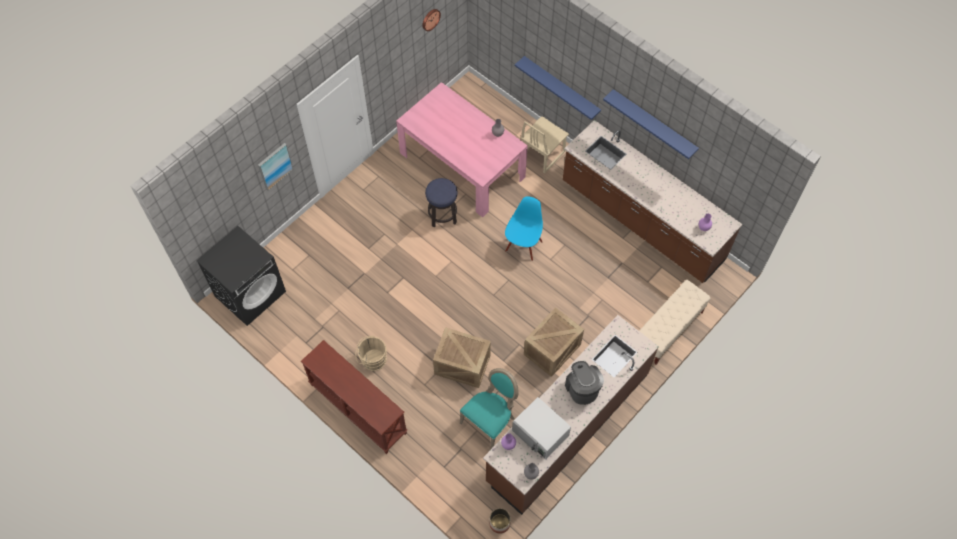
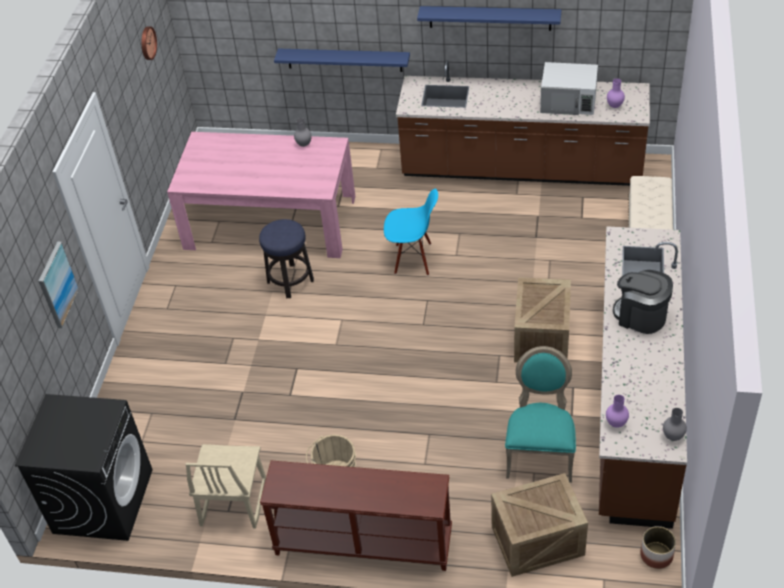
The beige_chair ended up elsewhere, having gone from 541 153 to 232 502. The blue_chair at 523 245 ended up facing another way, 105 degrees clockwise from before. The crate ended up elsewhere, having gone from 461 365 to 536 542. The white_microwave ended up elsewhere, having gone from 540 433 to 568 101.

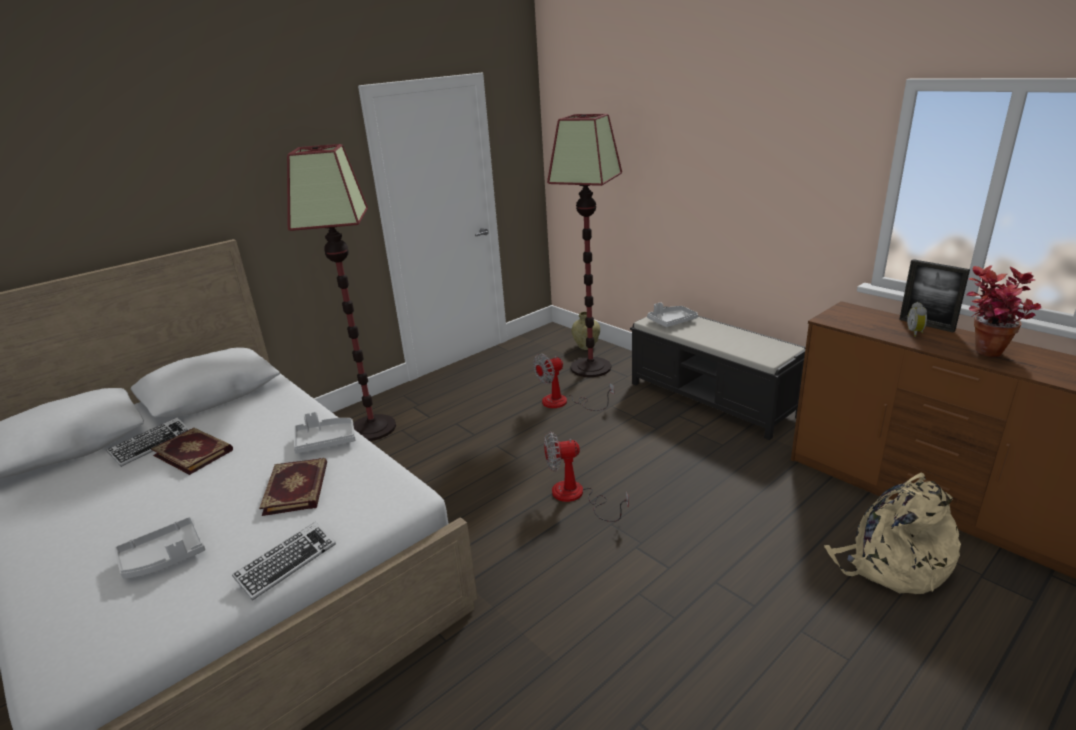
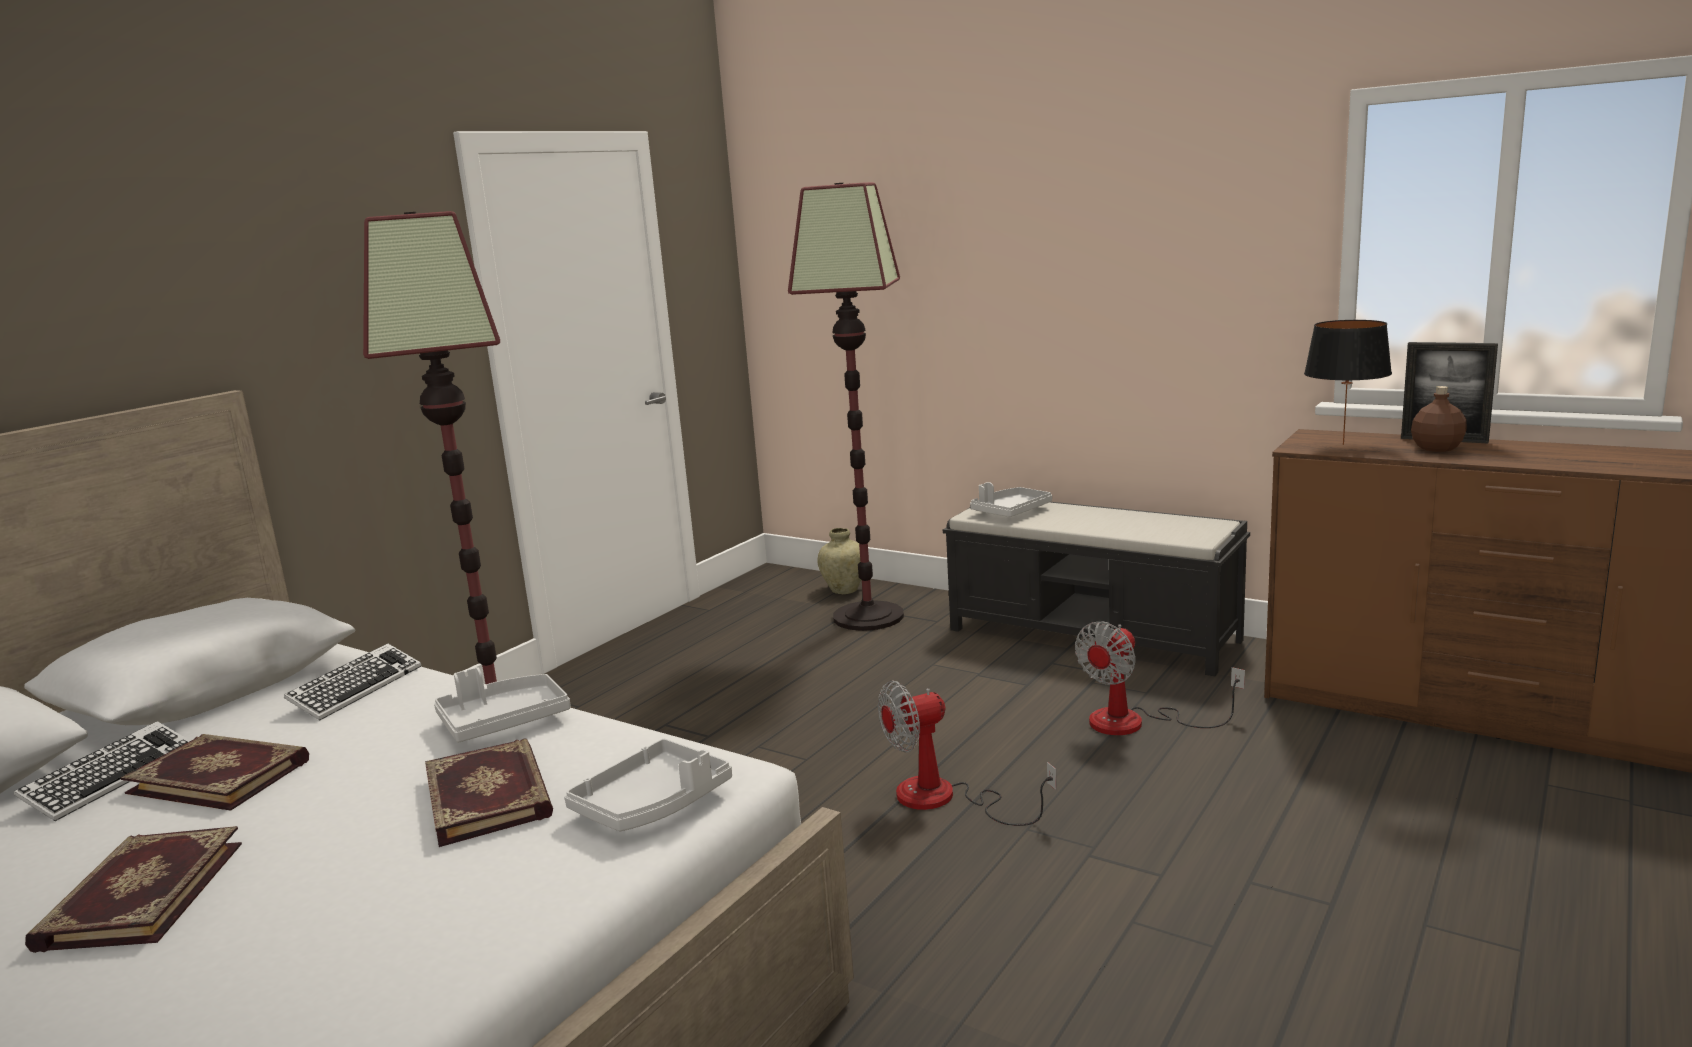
The second view gained the book at 139 895. The keyboard ended up elsewhere, having gone from 287 564 to 356 689. The grey_tray ended up elsewhere, having gone from 164 557 to 653 804. The fan ended up elsewhere, having gone from 564 403 to 1136 722. The second view gained the black_table_lamp at 1343 445. Where the alarm_clock stood at 915 333, the brown_bottle came to stand at 1437 448. The second view lost the beige_backpack at 891 564. The second view lost the potted_plant at 985 355.

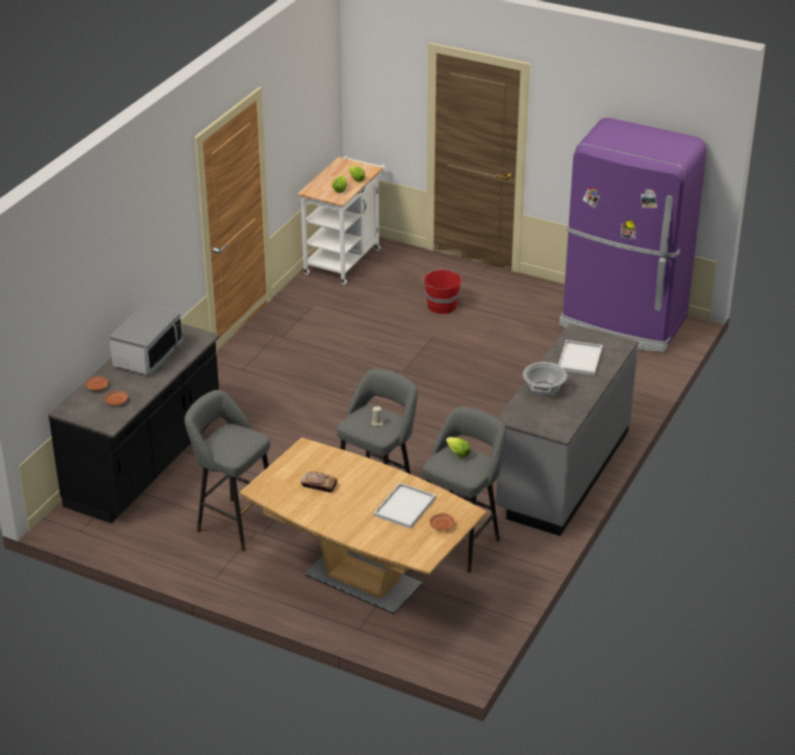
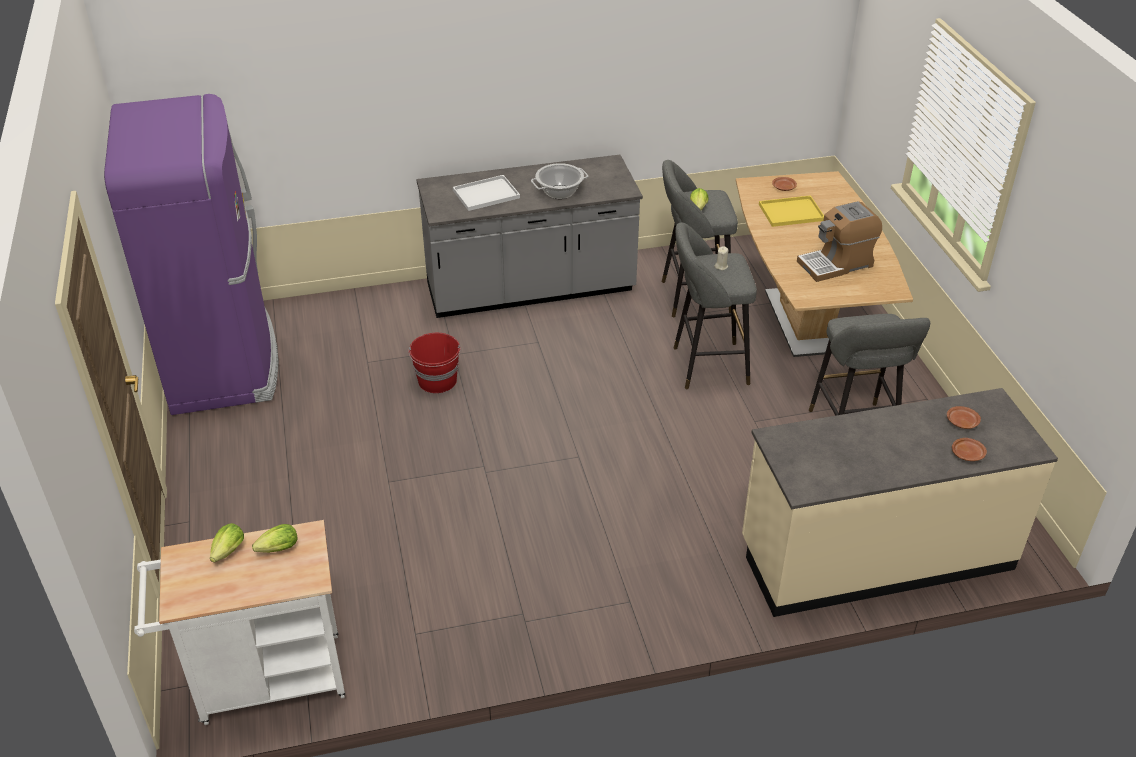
The red_bucket ended up elsewhere, having gone from 441 306 to 437 381. What was the black_counter at 146 464 turned into the beige_counter at 875 555. What was the white_tray at 405 507 turned into the yellow_tray at 792 212. Where the bread stood at 319 485, the coffee_machine came to stand at 836 264. The second view lost the microwave at 147 355.

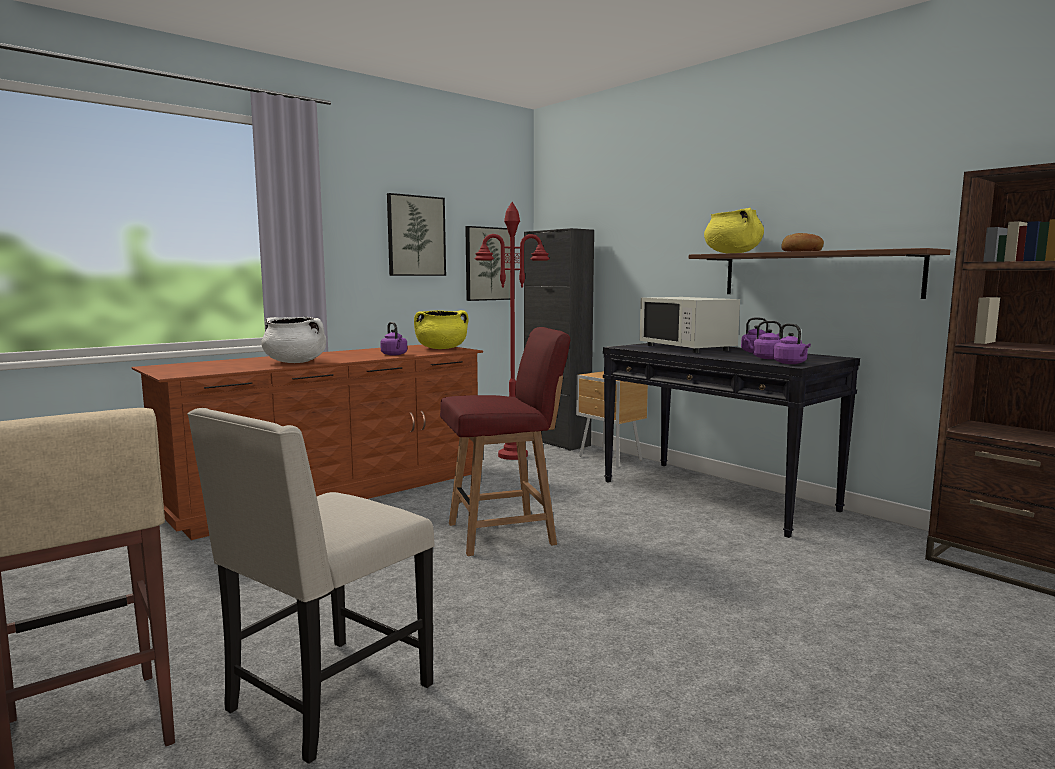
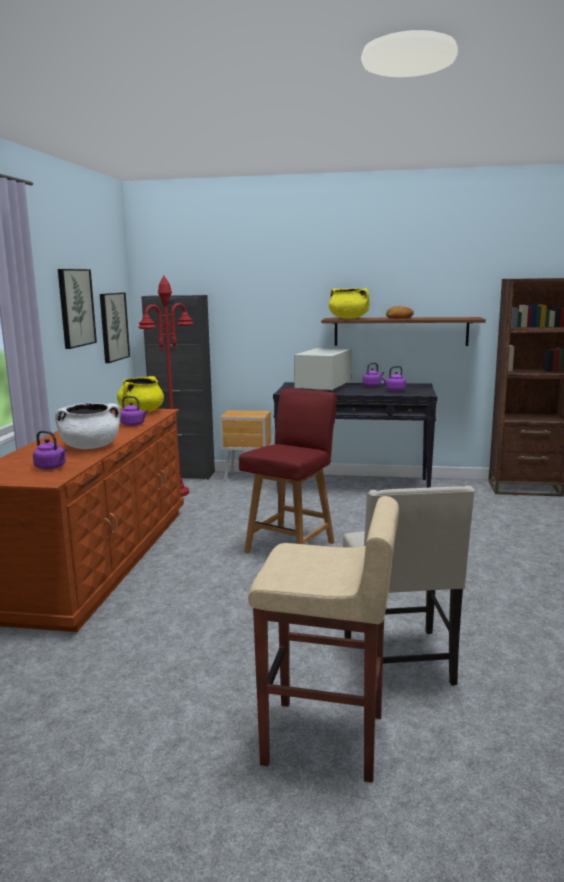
The purple_kettle ended up elsewhere, having gone from 791 363 to 51 467. The white_microwave at 687 348 ended up facing another way, 90 degrees clockwise from before.

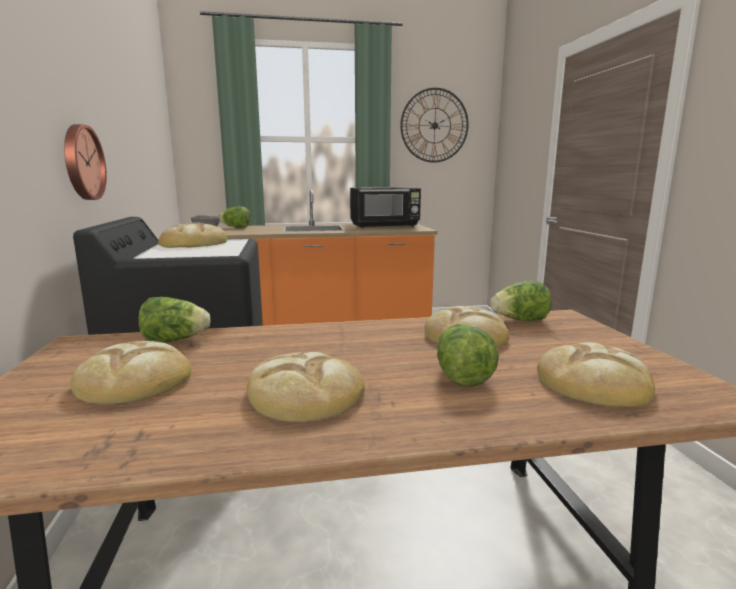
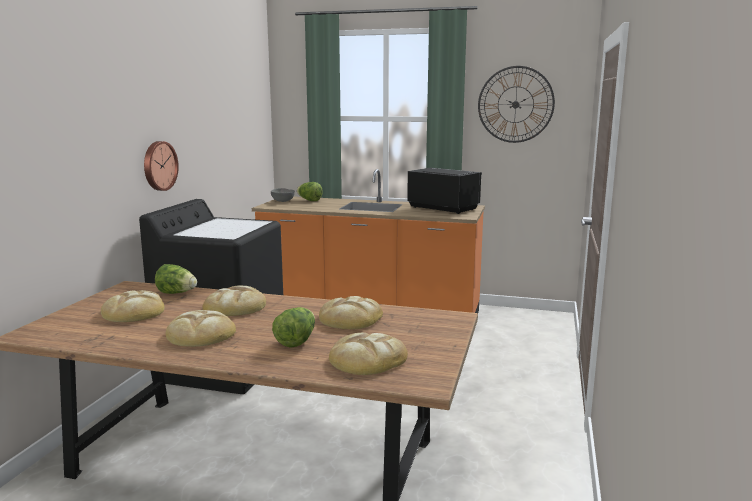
The bread ended up elsewhere, having gone from 194 243 to 235 307. The black_microwave at 385 226 ended up facing another way, 150 degrees counterclockwise from before. The second view lost the lettuce at 520 320.

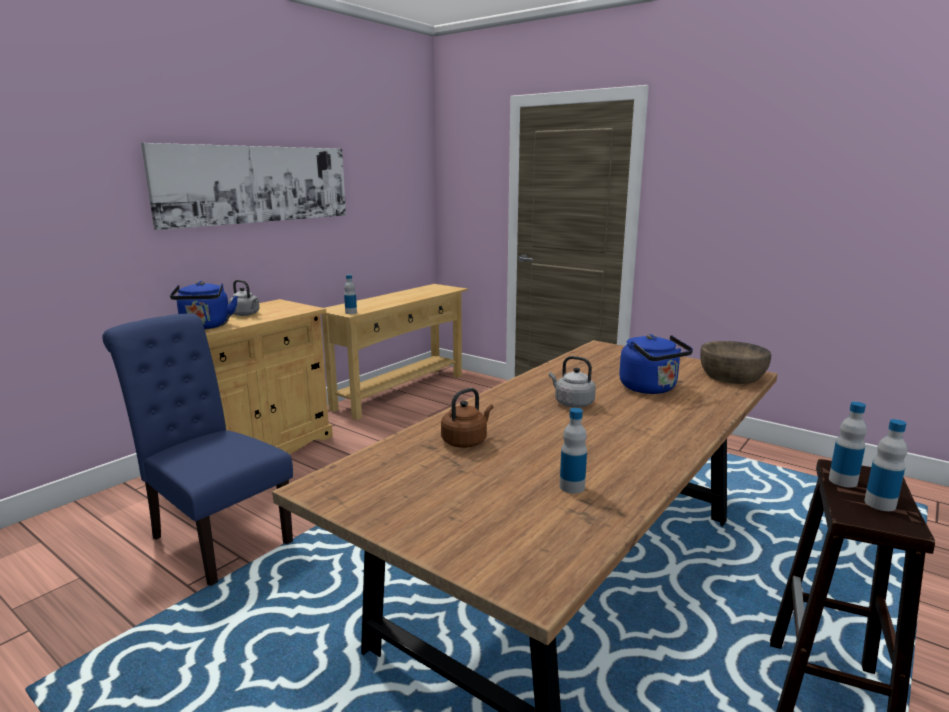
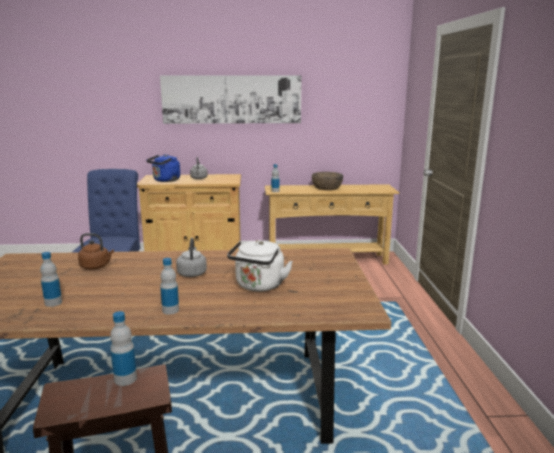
The bottle ended up elsewhere, having gone from 880 504 to 170 310. What was the blue_kettle at 651 389 turned into the white_kettle at 259 286. The brown_bowl ended up elsewhere, having gone from 732 376 to 327 187.

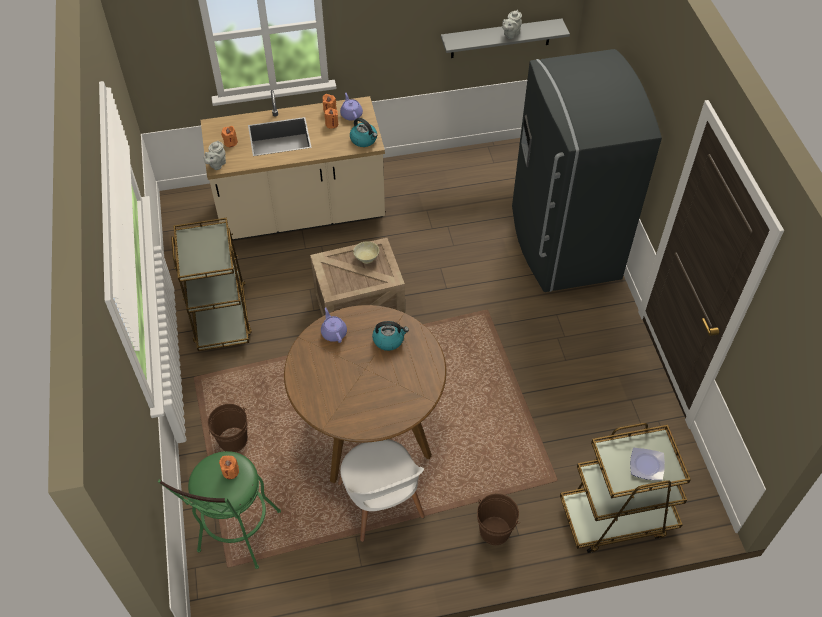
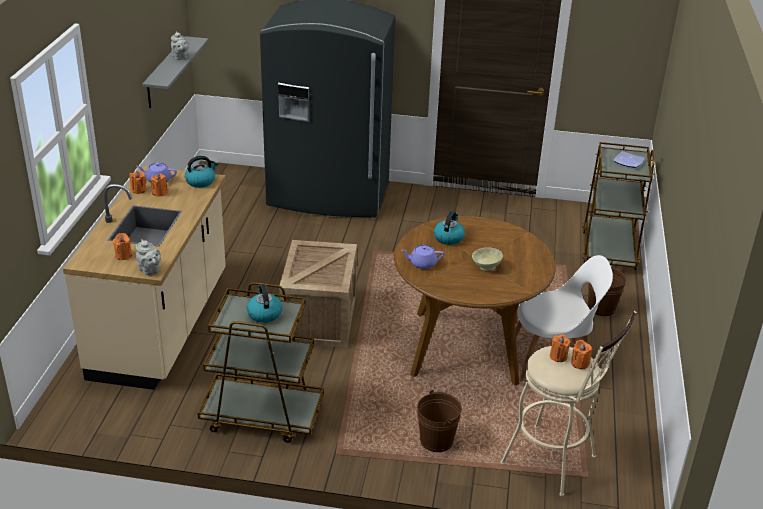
The second view gained the kettle at 264 314. The beige_bowl ended up elsewhere, having gone from 367 258 to 486 267. What was the green_stool at 236 537 turned into the beige_stool at 555 463. The second view gained the orange_candle at 579 363.

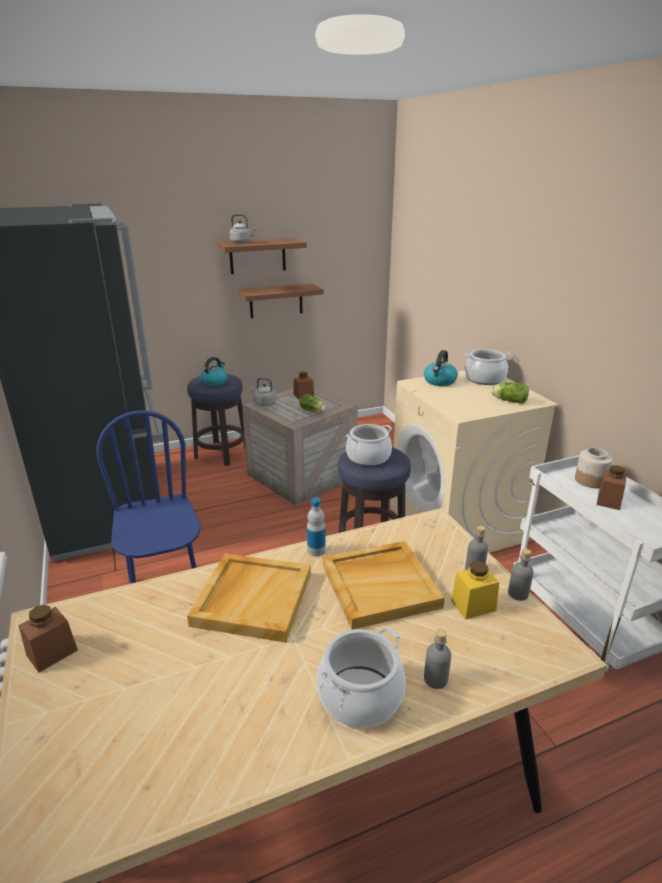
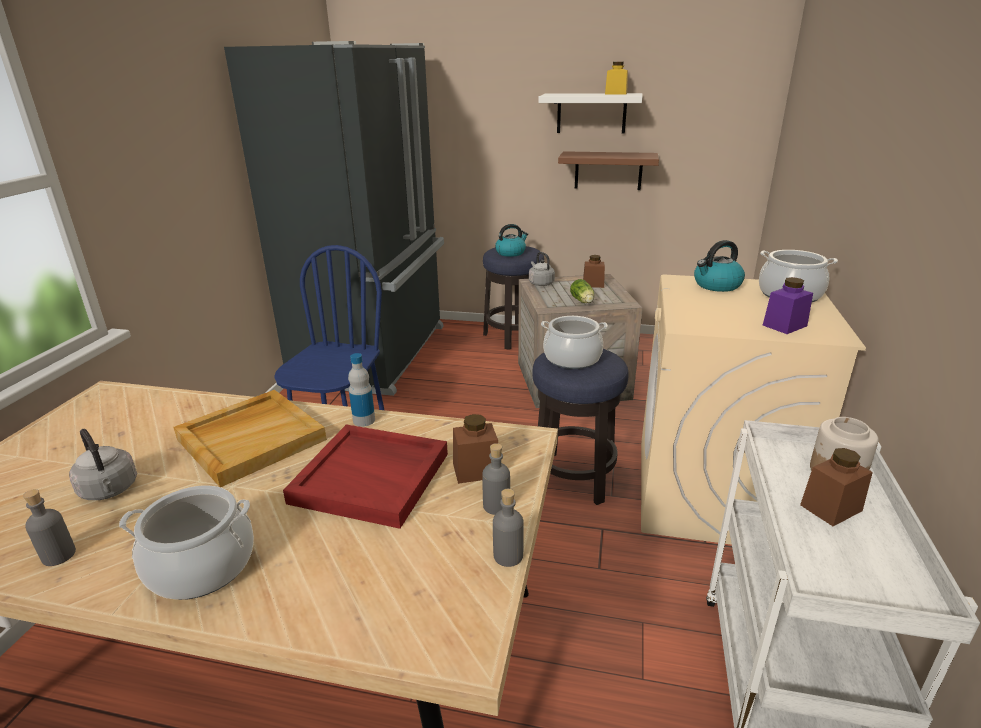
The grey_bottle ended up elsewhere, having gone from 435 679 to 58 555. The grey_kettle ended up elsewhere, having gone from 242 242 to 110 490. What was the beige_tray at 380 585 turned into the red_tray at 372 477. The brown_jar ended up elsewhere, having gone from 52 652 to 476 470. What was the brown_shelf at 257 256 turned into the white_shelf at 591 113. The yellow_jar ended up elsewhere, having gone from 473 605 to 616 94. Where the lettuce stood at 508 401, the purple_jar came to stand at 784 325.

